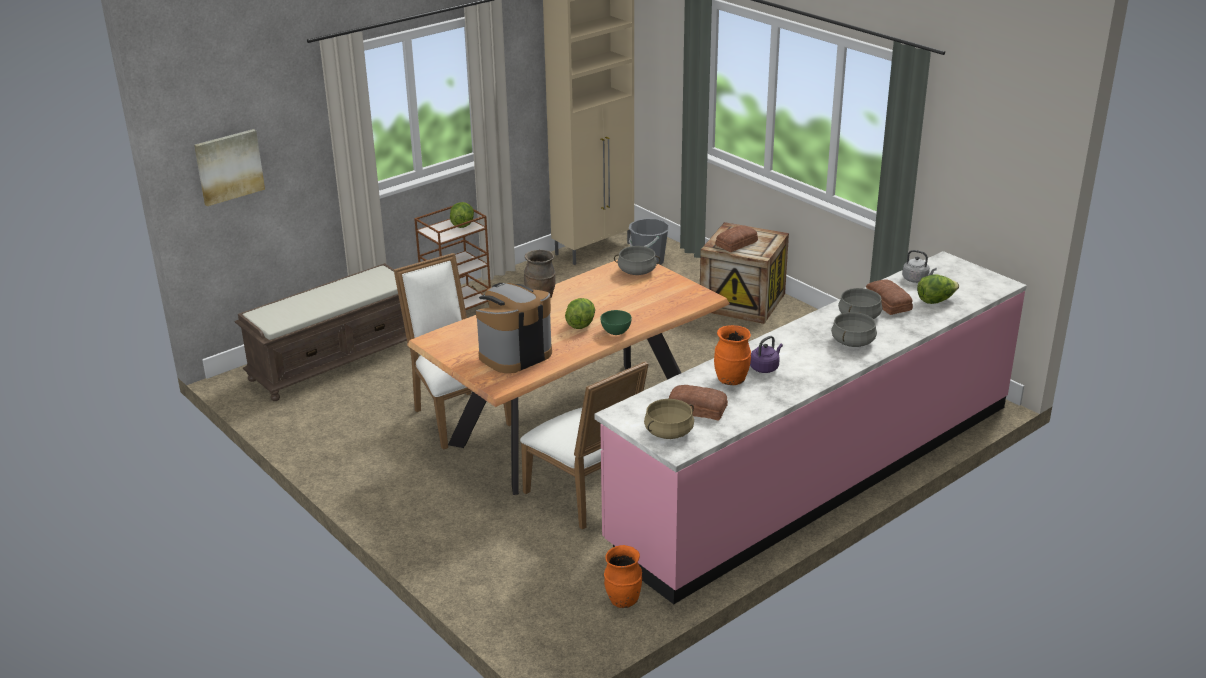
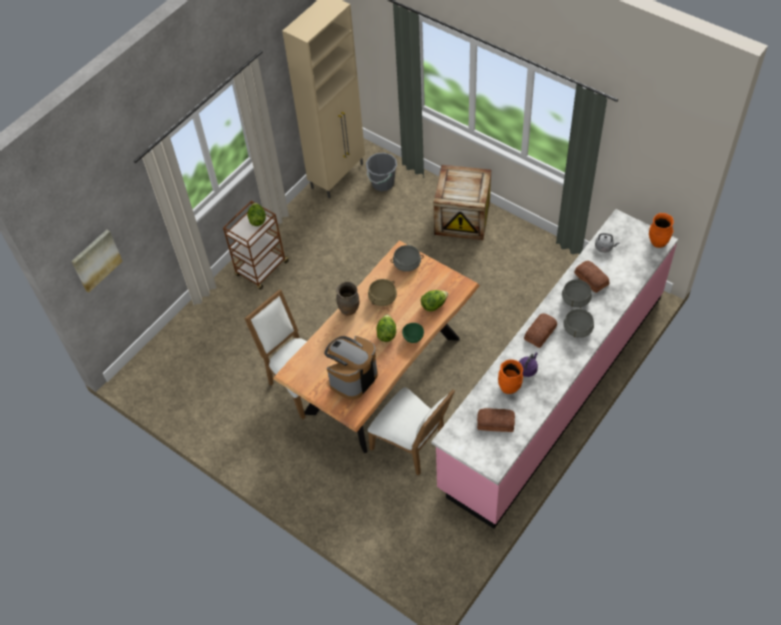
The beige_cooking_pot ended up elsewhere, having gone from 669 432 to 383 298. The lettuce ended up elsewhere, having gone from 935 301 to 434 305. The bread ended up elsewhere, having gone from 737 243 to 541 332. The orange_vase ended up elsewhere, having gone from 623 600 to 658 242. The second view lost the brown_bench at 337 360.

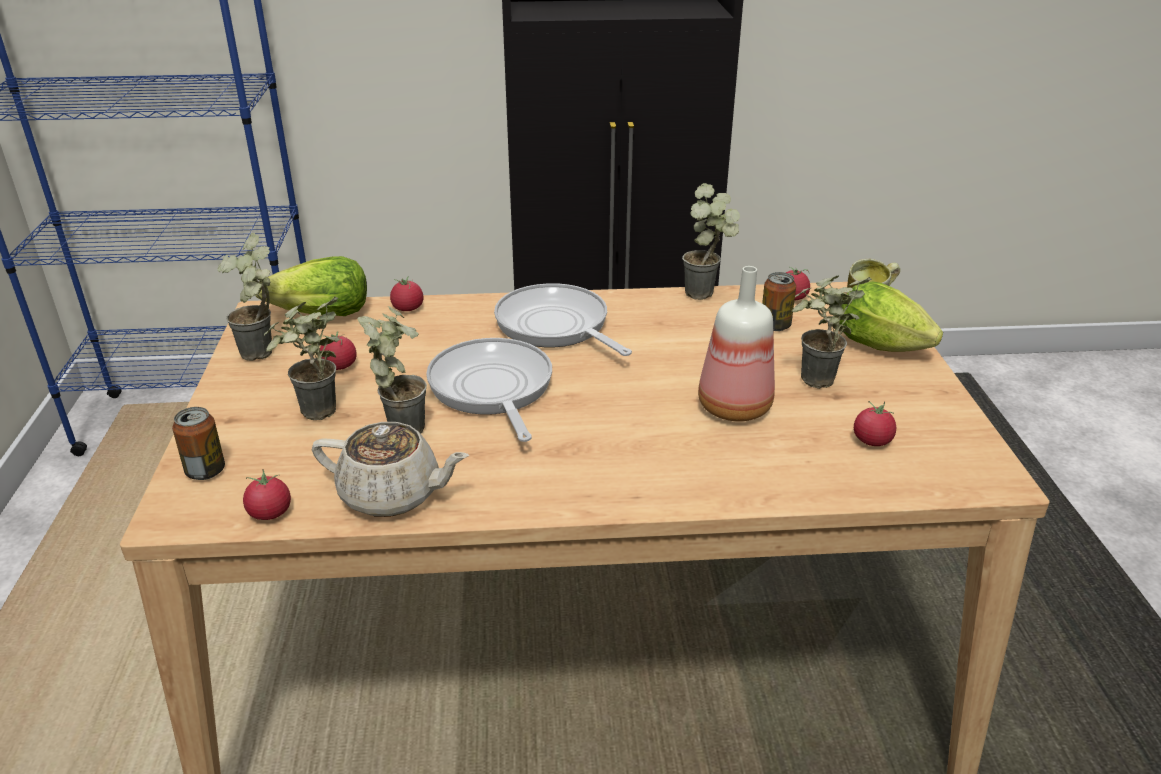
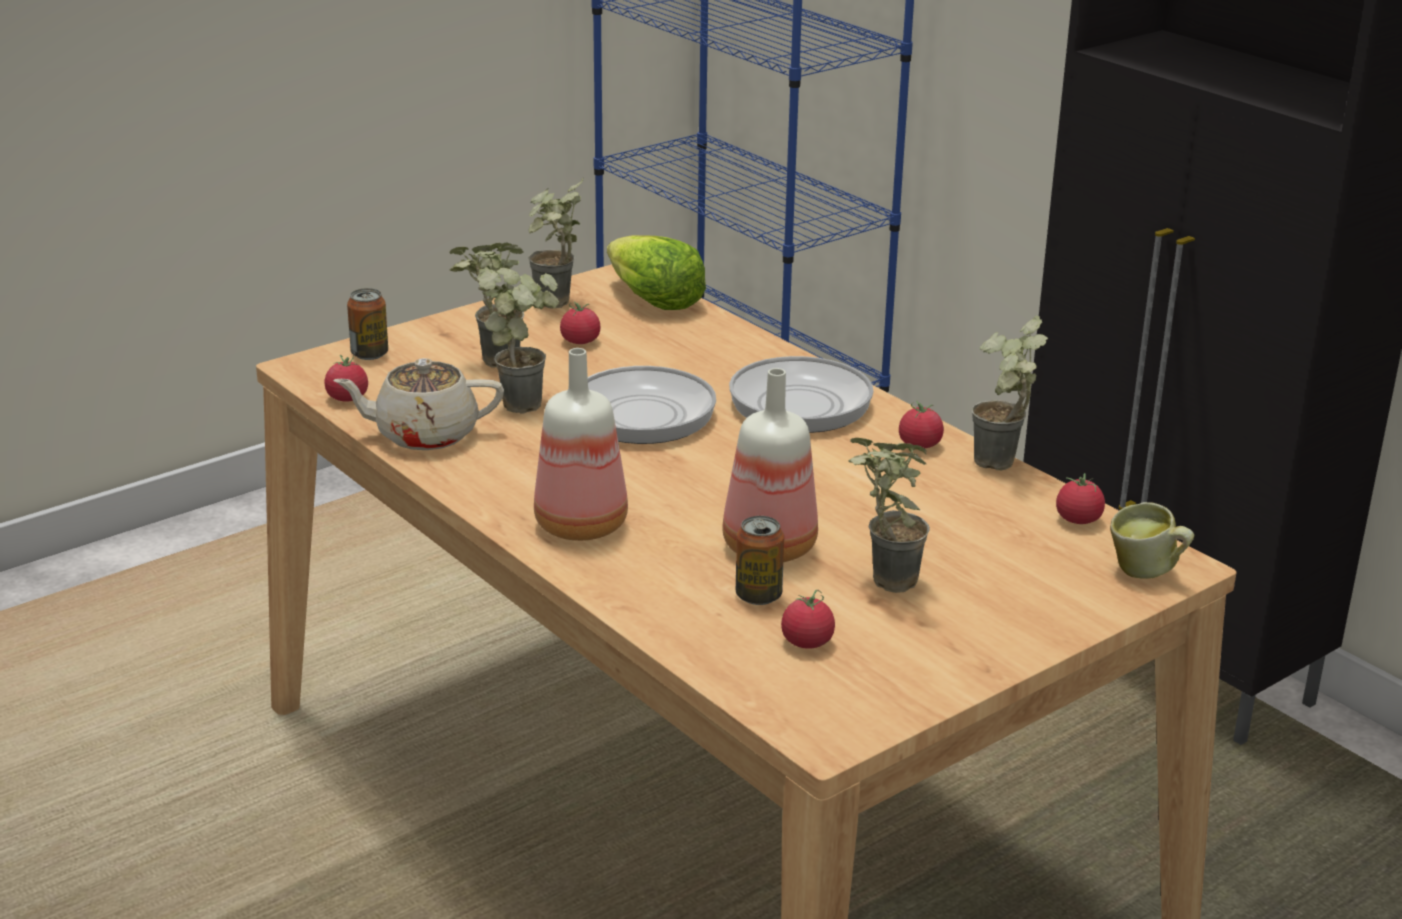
The beige_teapot at 392 494 ended up facing another way, 105 degrees clockwise from before. The second view gained the bottle at 584 526. The can ended up elsewhere, having gone from 775 325 to 758 596. The tomato ended up elsewhere, having gone from 408 308 to 919 445. The second view lost the lettuce at 886 348.

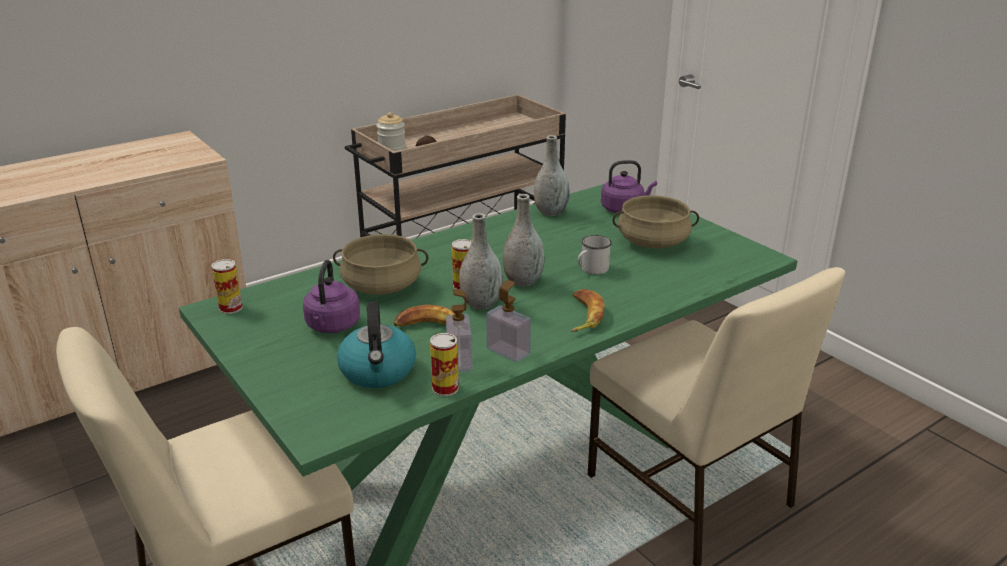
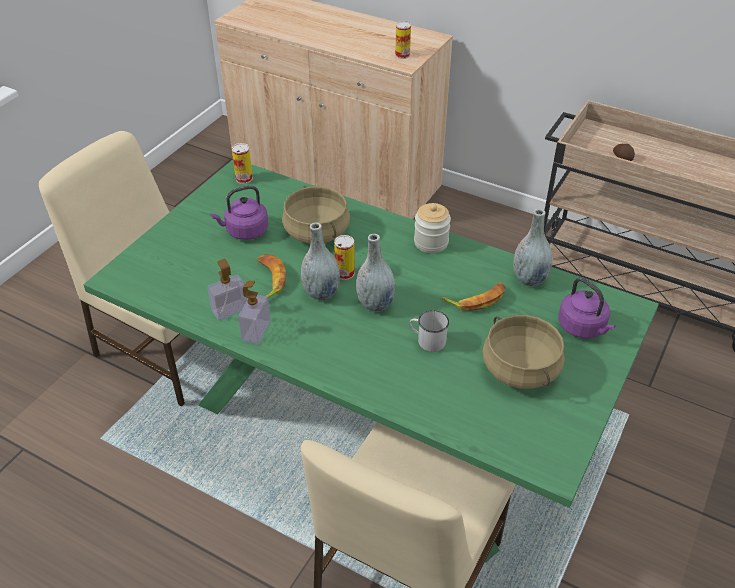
The can ended up elsewhere, having gone from 445 388 to 402 55. The jar ended up elsewhere, having gone from 392 149 to 431 242. The banana ended up elsewhere, having gone from 583 315 to 477 299. The second view lost the kettle at 378 371.

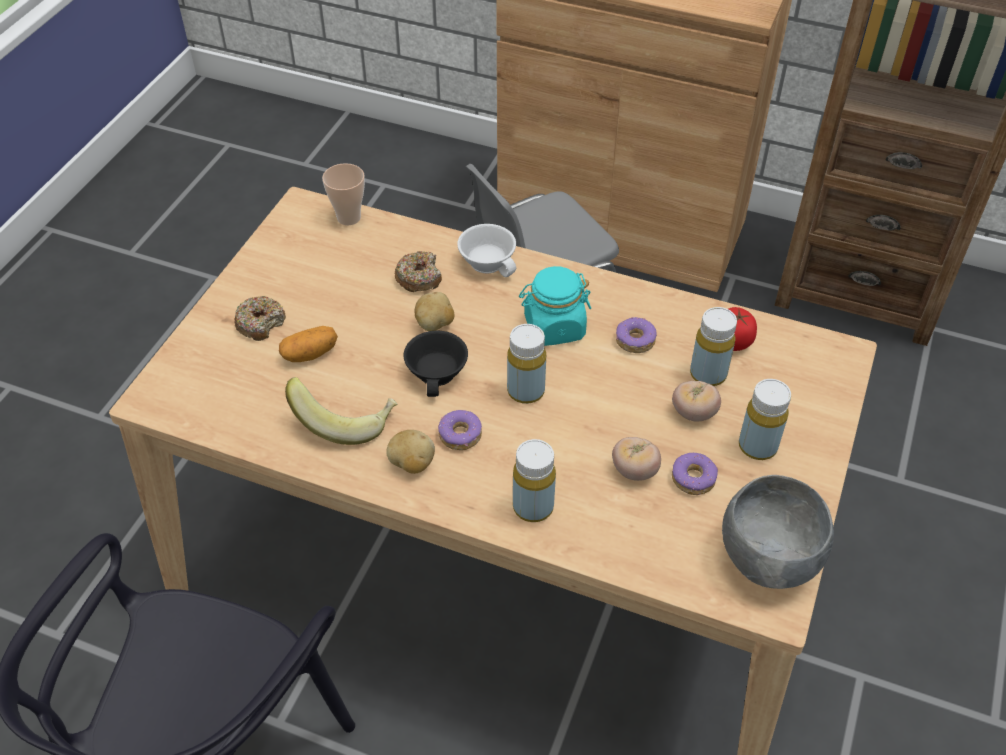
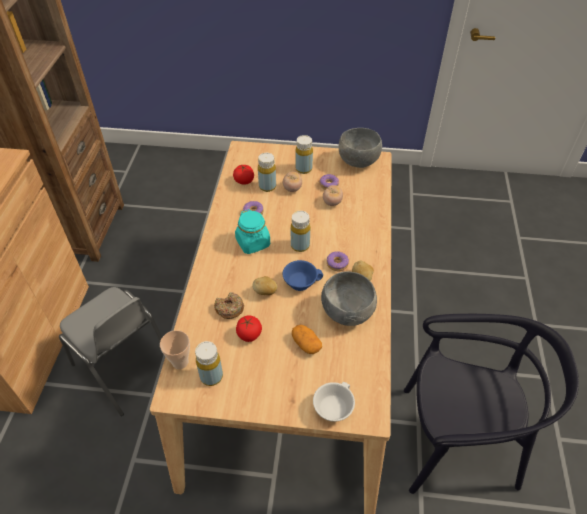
The yellow_bottle ended up elsewhere, having gone from 533 507 to 211 376. The second view gained the tomato at 249 334. What was the black_cup at 439 374 turned into the blue_cup at 300 281. The white_cup ended up elsewhere, having gone from 490 262 to 332 407. Where the banana stood at 345 420, the grey_bowl came to stand at 347 312. The second view lost the donut at 260 323.

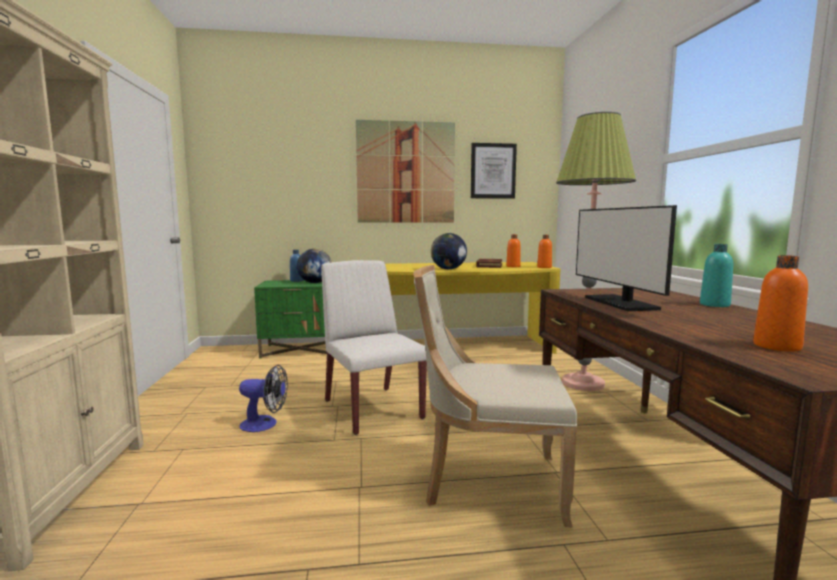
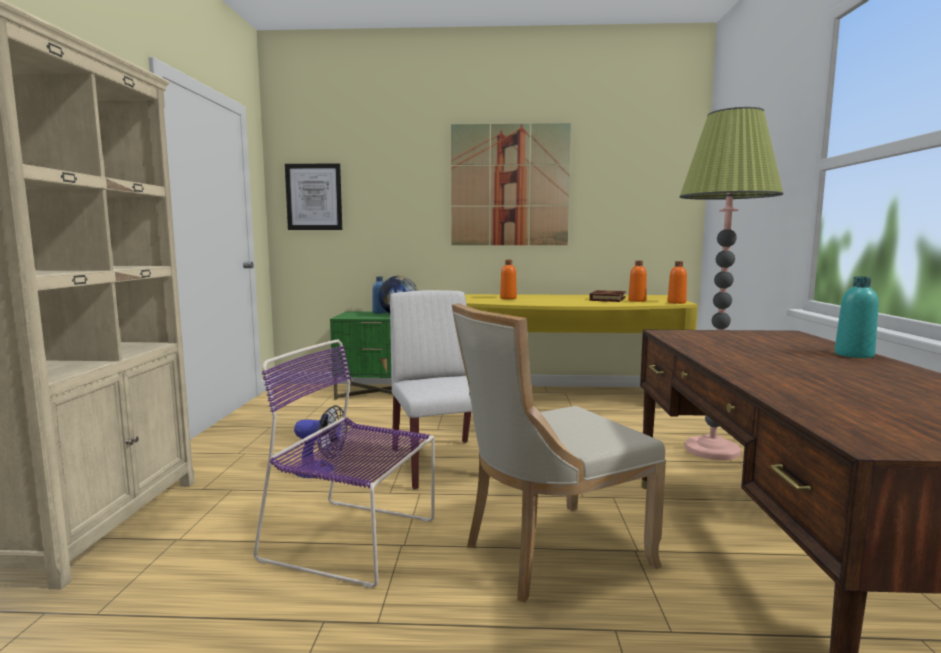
The second view gained the purple_chair at 355 540. The picture ended up elsewhere, having gone from 493 171 to 314 197. The beige_chair at 488 482 ended up facing another way, 45 degrees counterclockwise from before. The orange_bottle ended up elsewhere, having gone from 776 346 to 508 298. The second view lost the globe at 448 269. The second view lost the monitor at 620 303.

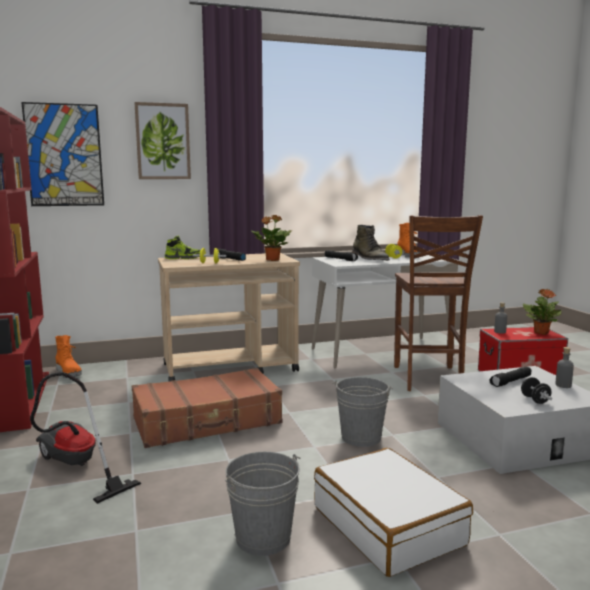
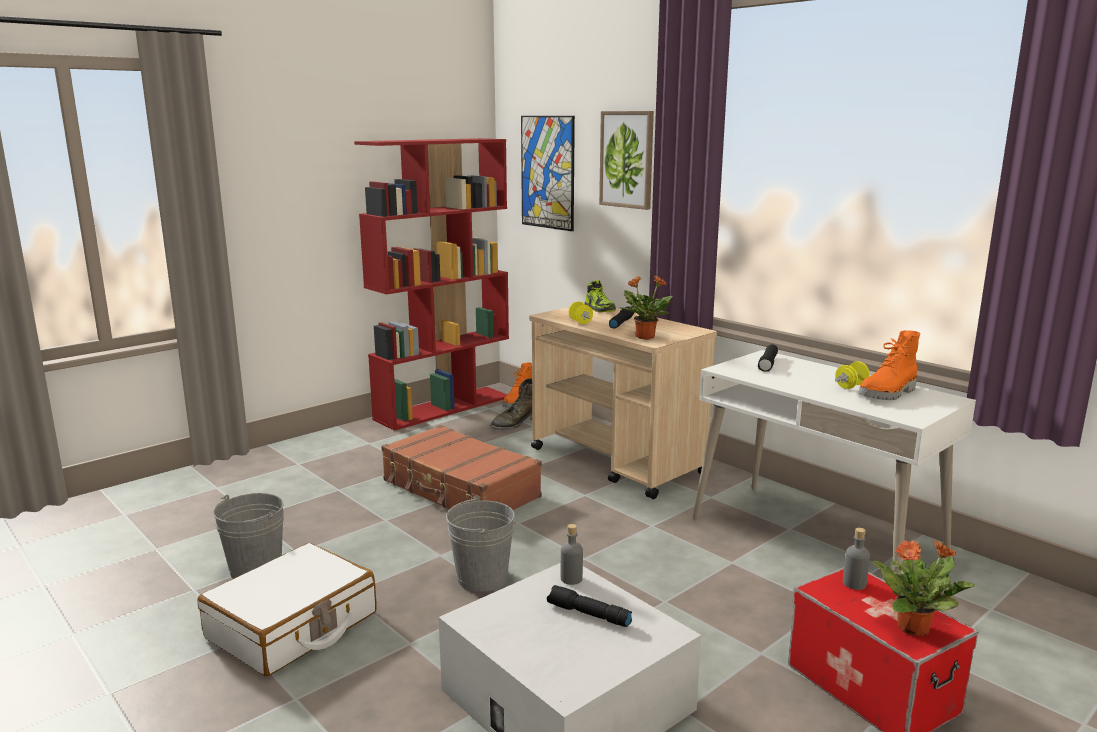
The green_boot ended up elsewhere, having gone from 369 259 to 516 422. The grey_bottle ended up elsewhere, having gone from 563 385 to 571 579. The second view lost the vacuum_cleaner at 75 467. The second view lost the brown_chair at 428 379. The second view lost the black_dumbbell at 535 400.

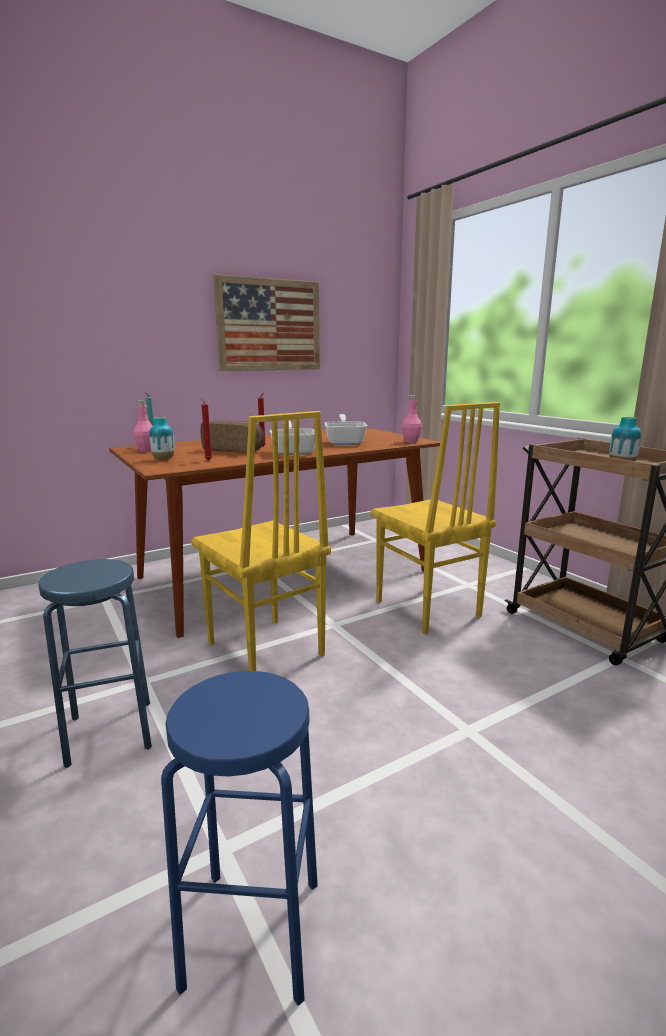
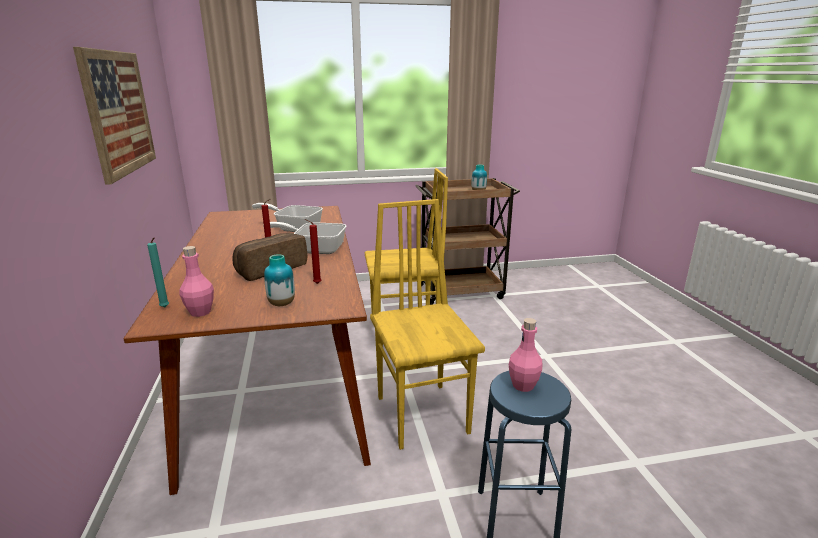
The yellow_chair at 264 650 ended up facing another way, 90 degrees counterclockwise from before. The pink_bottle ended up elsewhere, having gone from 411 441 to 523 385. The second view lost the blue_stool at 253 931.

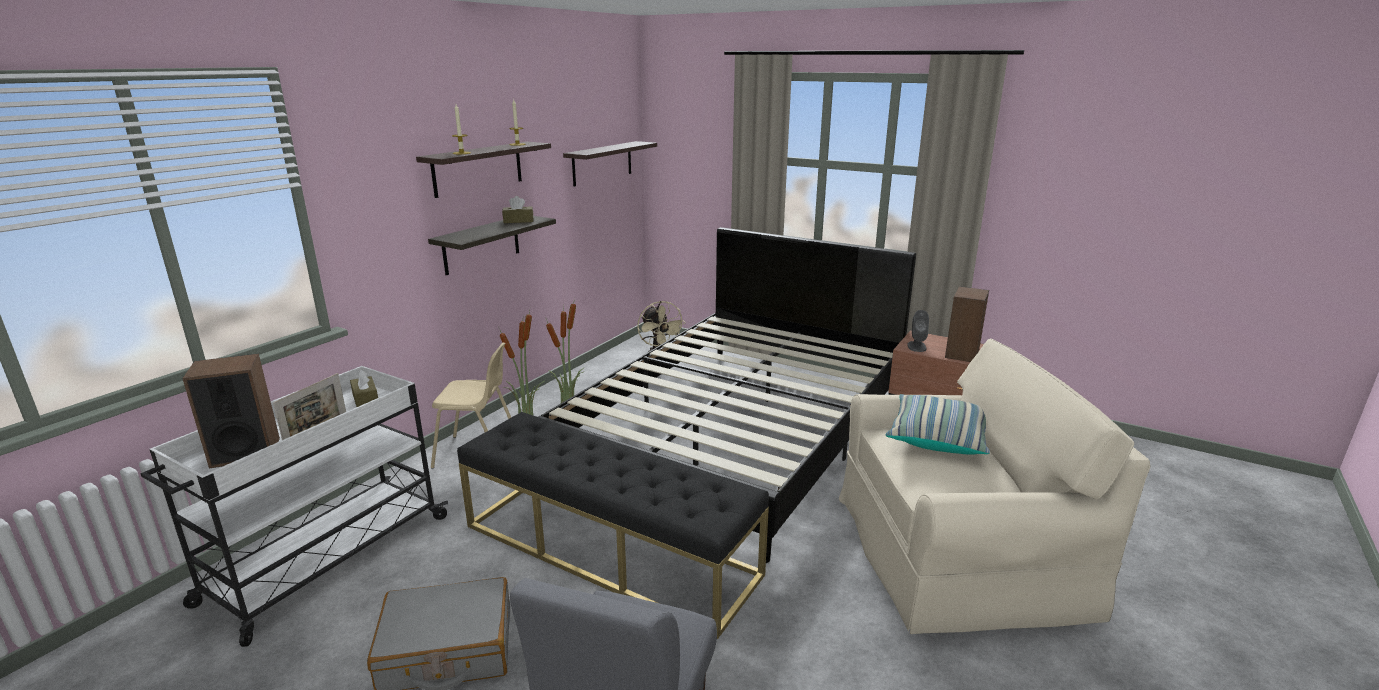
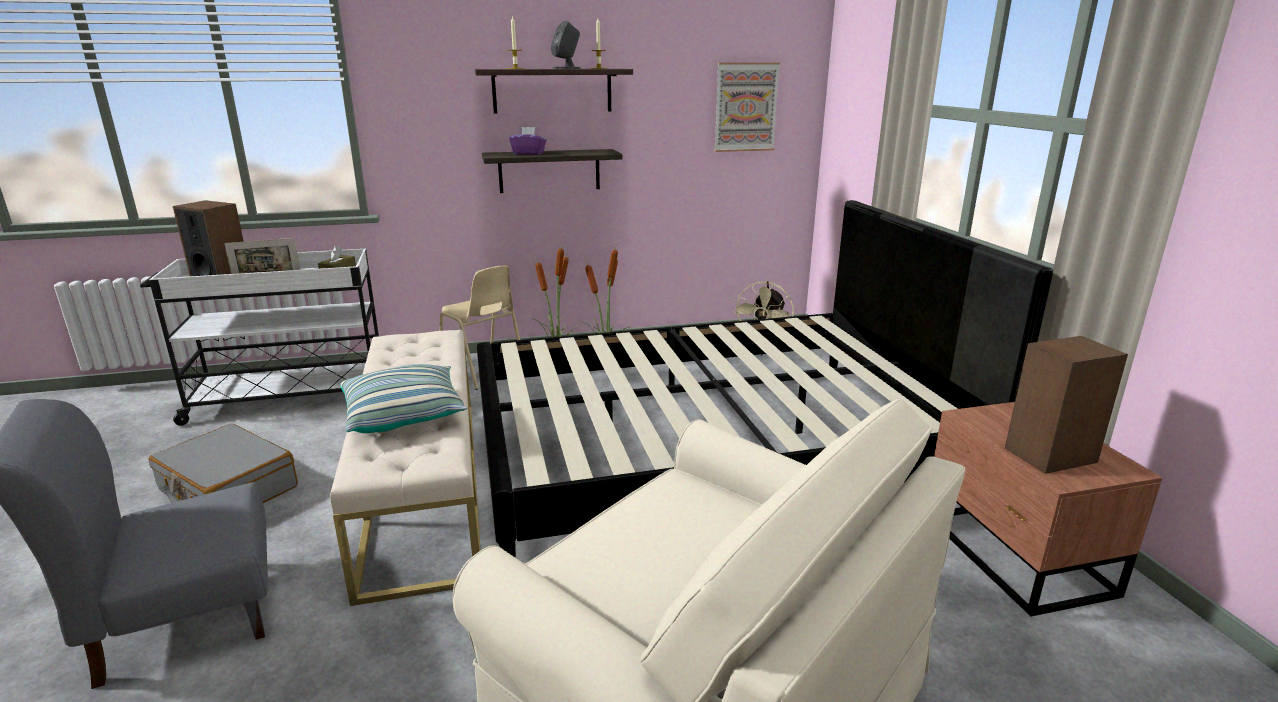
What was the black_bench at 609 550 turned into the beige_bench at 424 486. The pillow ended up elsewhere, having gone from 937 438 to 404 415. The second view gained the purple_tissue_box at 528 153. The grey_speaker ended up elsewhere, having gone from 916 346 to 566 68. Where the shelf hung at 602 163, the picture came to hang at 745 107. The second view lost the brown_tissue_box at 518 221.

